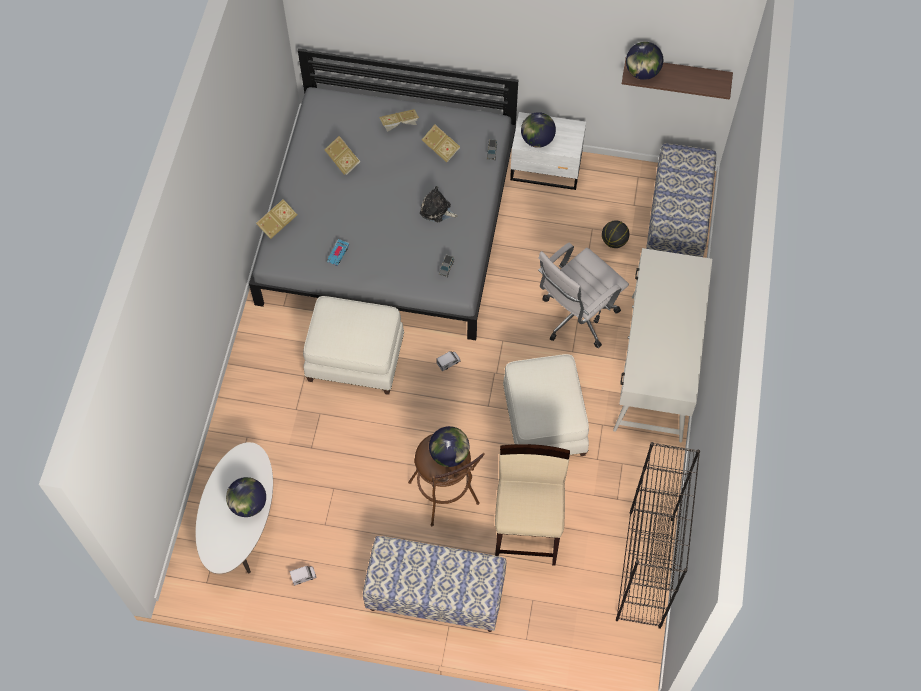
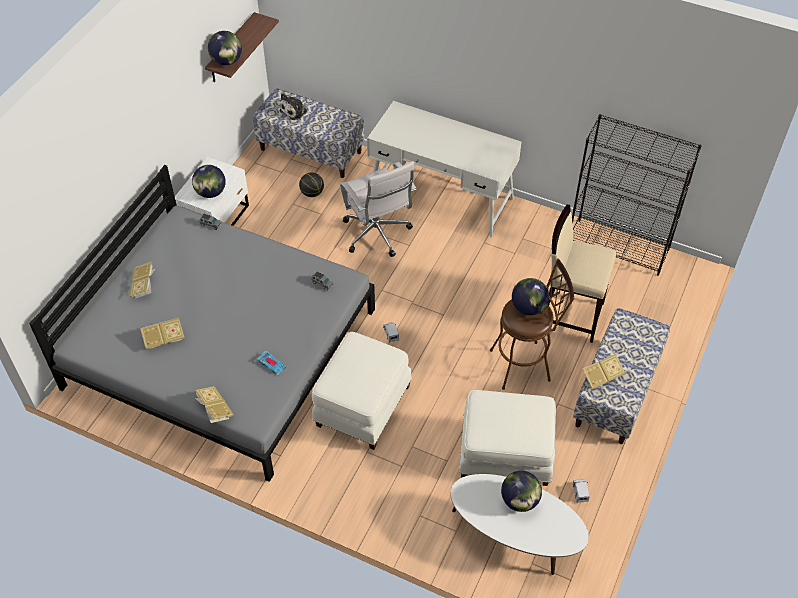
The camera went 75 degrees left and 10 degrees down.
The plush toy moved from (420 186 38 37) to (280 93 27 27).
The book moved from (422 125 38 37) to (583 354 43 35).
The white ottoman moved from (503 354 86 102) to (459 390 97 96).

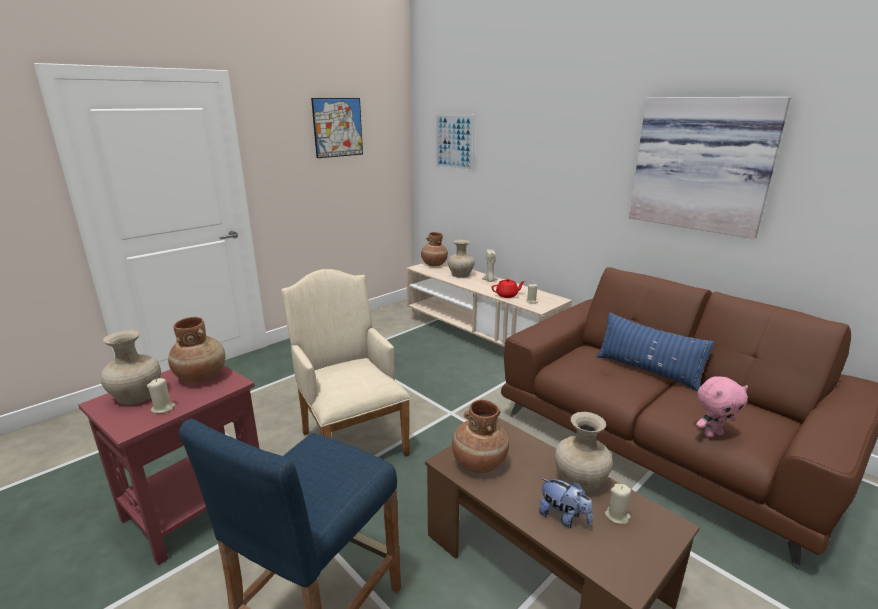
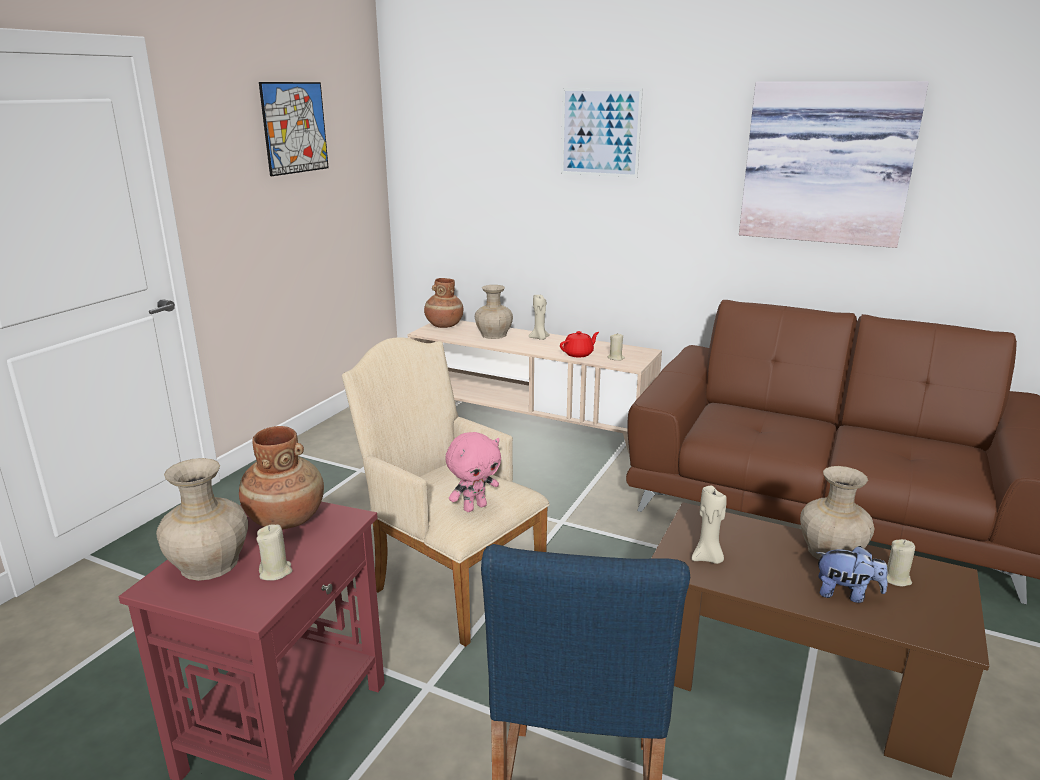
The camera went 20 degrees left and 0 degrees up.
The picture moved from (436 114 39 58) to (561 88 82 90).
The brown vase at (452 400 57 73) was replaced by the beige candle at (692 486 35 78).
The blue pillow at (597 312 117 79) disappeared.
The pink plush toy moved from (696 376 52 61) to (445 432 56 80).

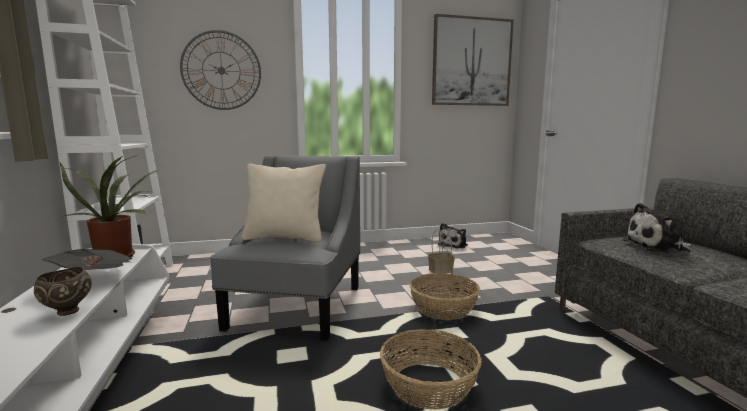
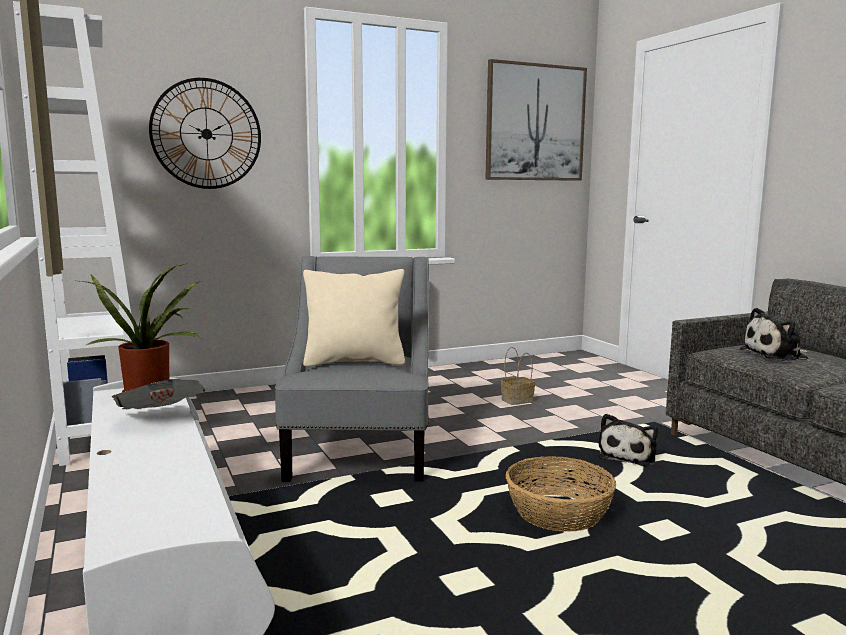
The camera went 10 degrees left and 0 degrees up.
The brown bowl at (34 267 58 49) disappeared.
The basket at (409 273 71 47) disappeared.
The plush toy moved from (438 223 30 25) to (598 414 60 52).

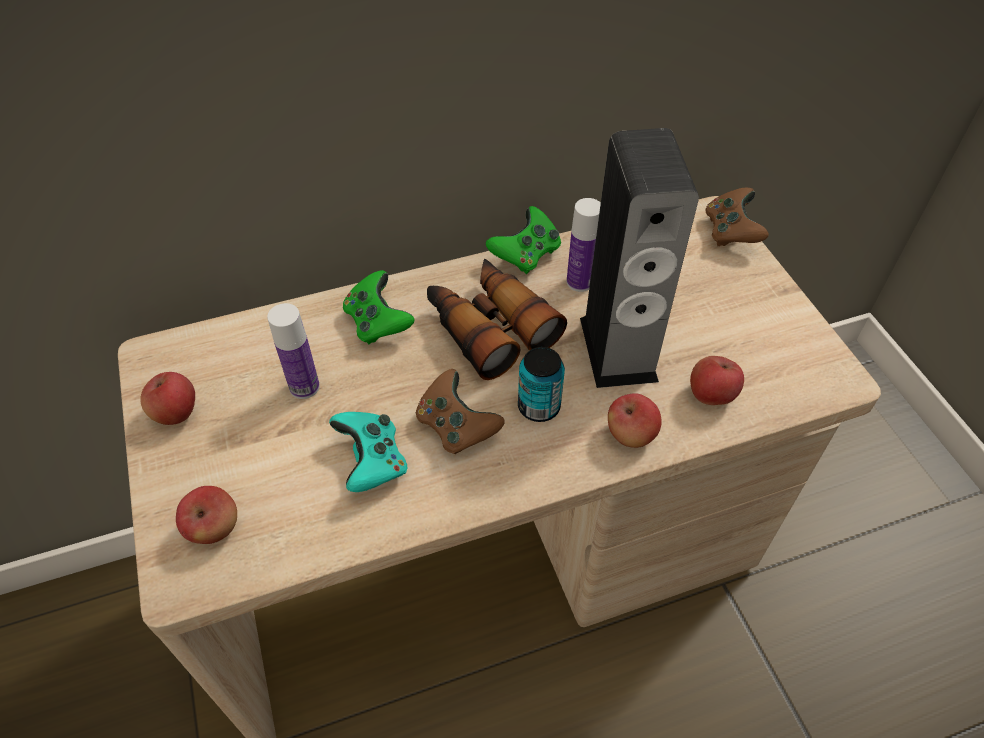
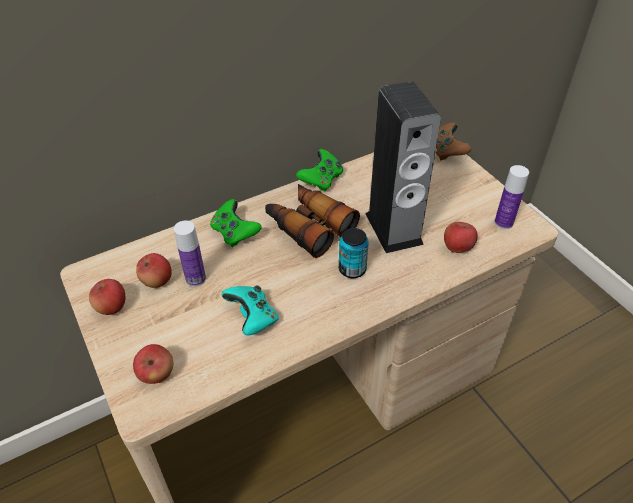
The camera went 10 degrees left and 5 degrees down.
The brown game controller at (416 369 89 85) disappeared.
The bottle moved from (567 198 34 94) to (495 165 34 64).
The apple moved from (608 393 54 55) to (136 253 36 35).

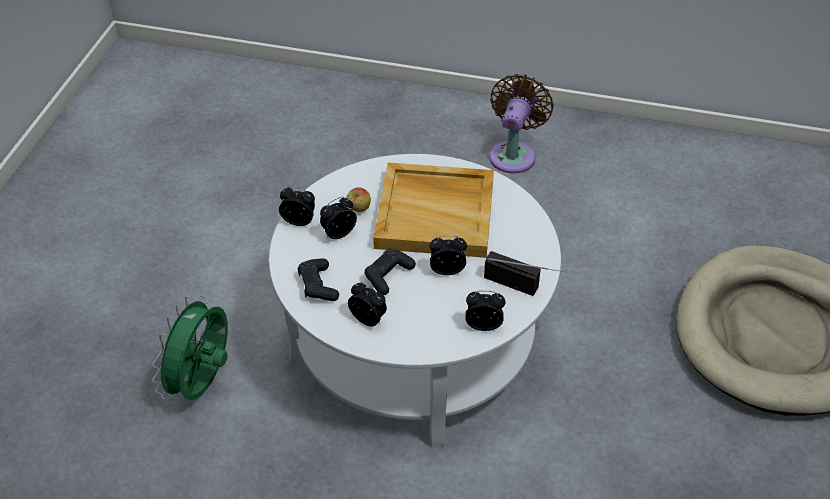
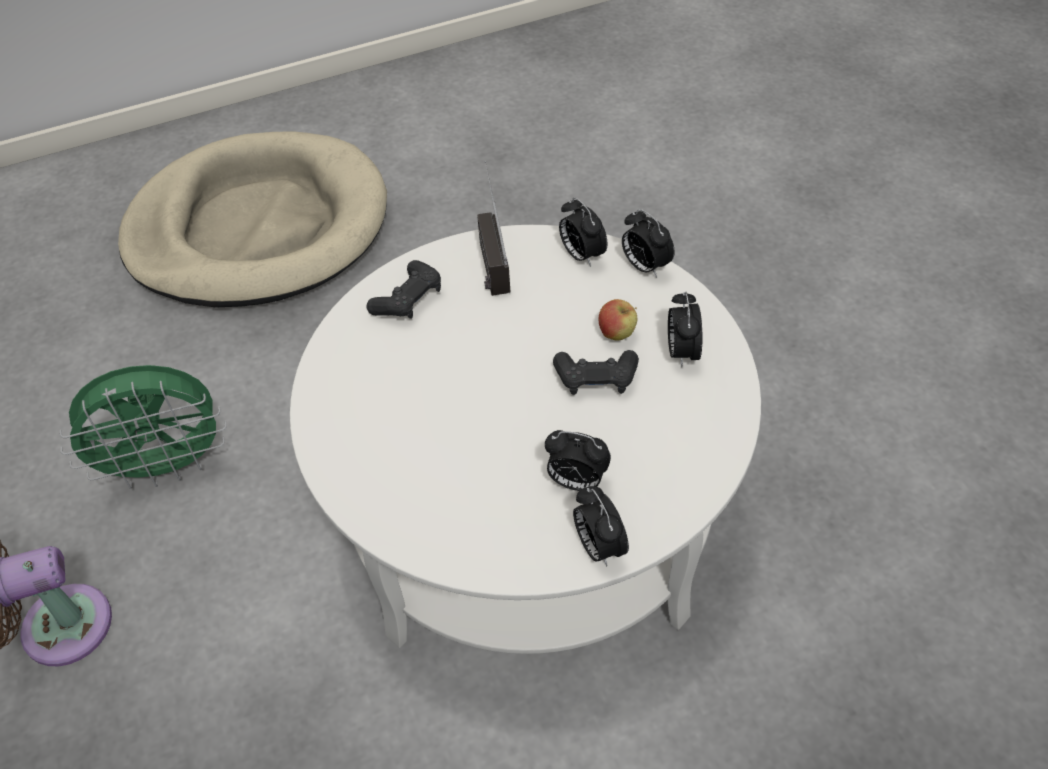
The camera went 125 degrees left and 5 degrees up.
The green fan moved from (152 295 76 105) to (60 365 167 124).
The black game controller moved from (298 258 41 43) to (366 260 75 59).
The apple moved from (346 187 25 25) to (599 299 38 42).
The beige tray at (373 163 121 95) disappeared.
The alarm clock moved from (430 235 37 40) to (622 209 53 69).

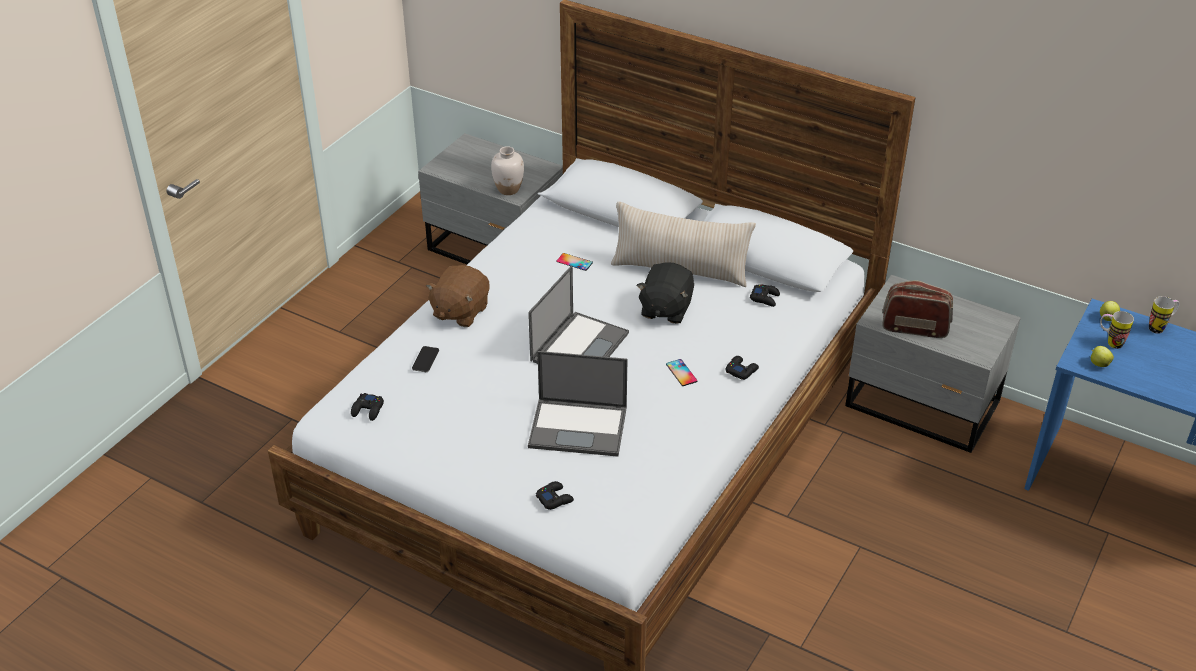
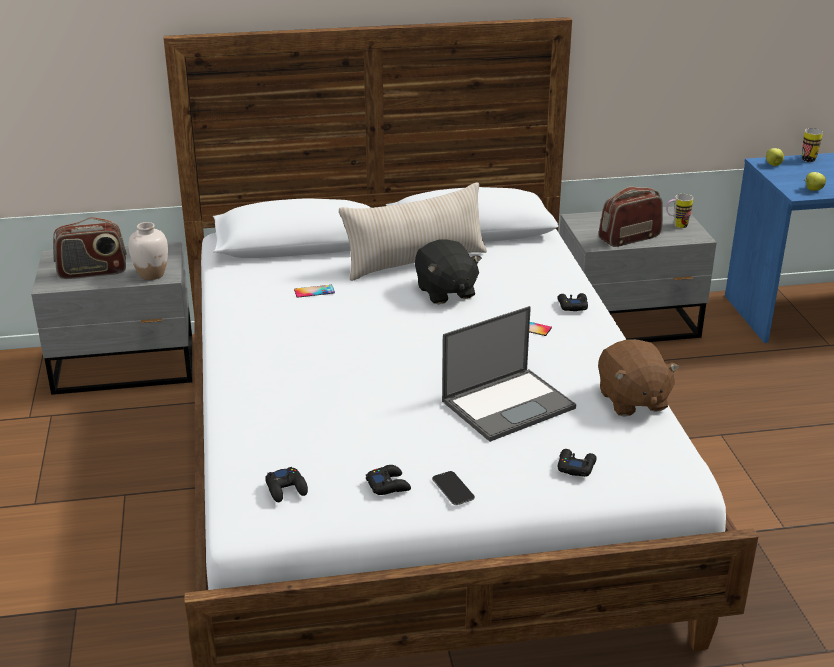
The camera went 40 degrees left and 10 degrees down.
The phone moved from (412 346 27 26) to (432 471 43 34).
The brown plush toy moved from (426 265 64 62) to (598 339 82 77).
The laptop at (528 265 101 99) disappeared.
The black game controller moved from (750 284 30 23) to (366 465 45 30).
The mug moved from (1100 311 34 38) to (666 194 27 34).
The radio at (53 217 74 62) appeared.

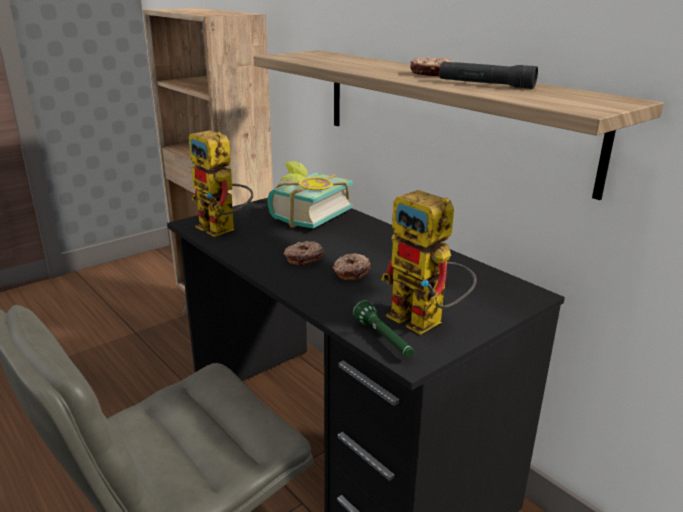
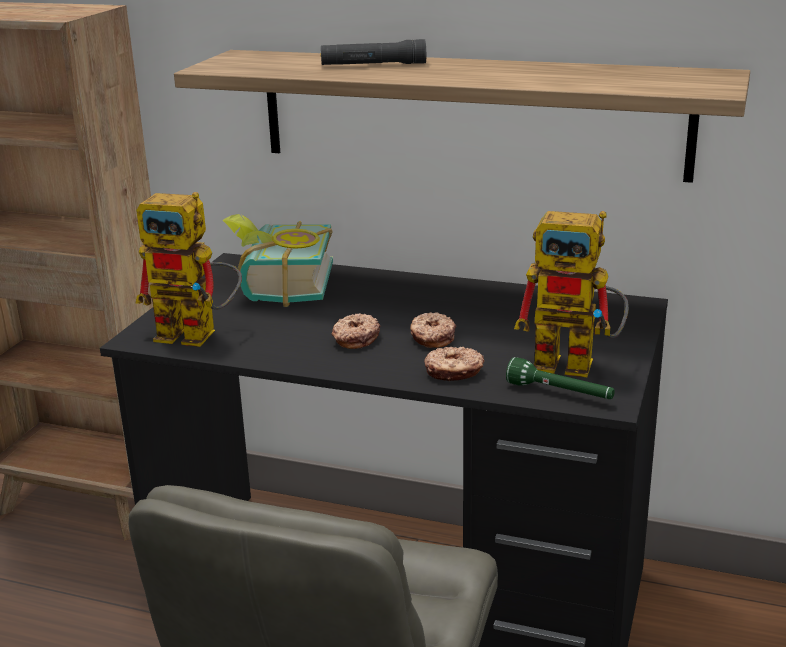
The camera went 30 degrees left and 0 degrees up.
The donut moved from (410 57 43 19) to (424 347 60 34).
The black flashlight moved from (439 62 99 27) to (320 39 106 26).

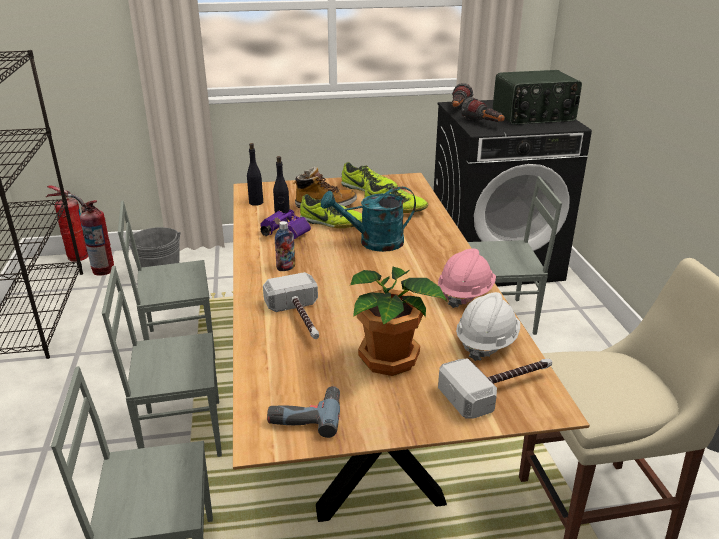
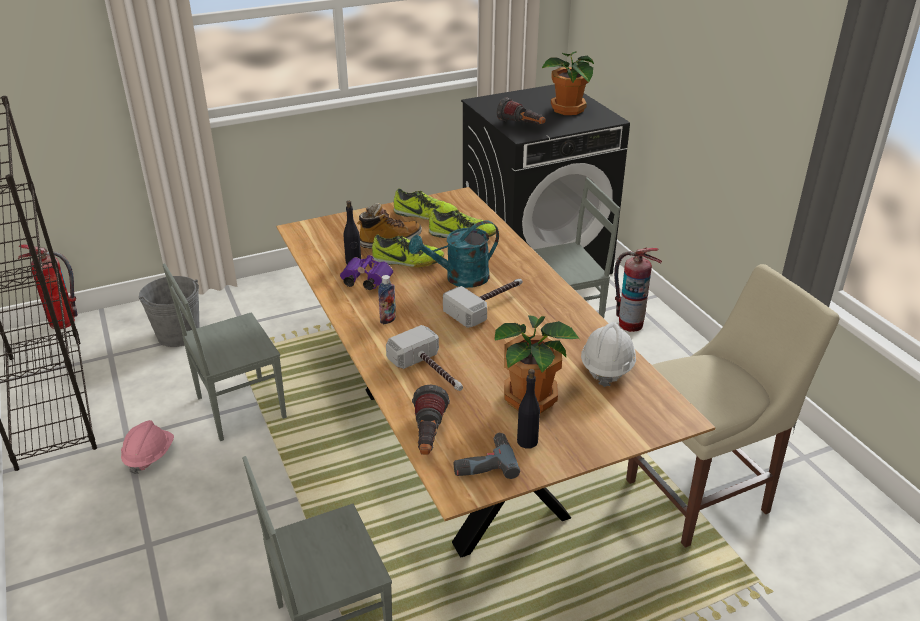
The camera went 15 degrees left and 5 degrees up.
The fire extinguisher moved from (80 200 34 76) to (614 247 48 85).
The grey chair at (102 266 120 191) disappeared.
The black bottle moved from (247 143 16 63) to (517 369 23 80).
The pink hard hat moved from (438 249 58 59) to (121 420 53 54).
The hammer moved from (438 359 114 60) to (443 278 80 50).
The flashlight moved from (452 83 21 24) to (412 385 38 70).
The radio at (493 70 89 55) was replaced by the potted plant at (542 51 52 64).

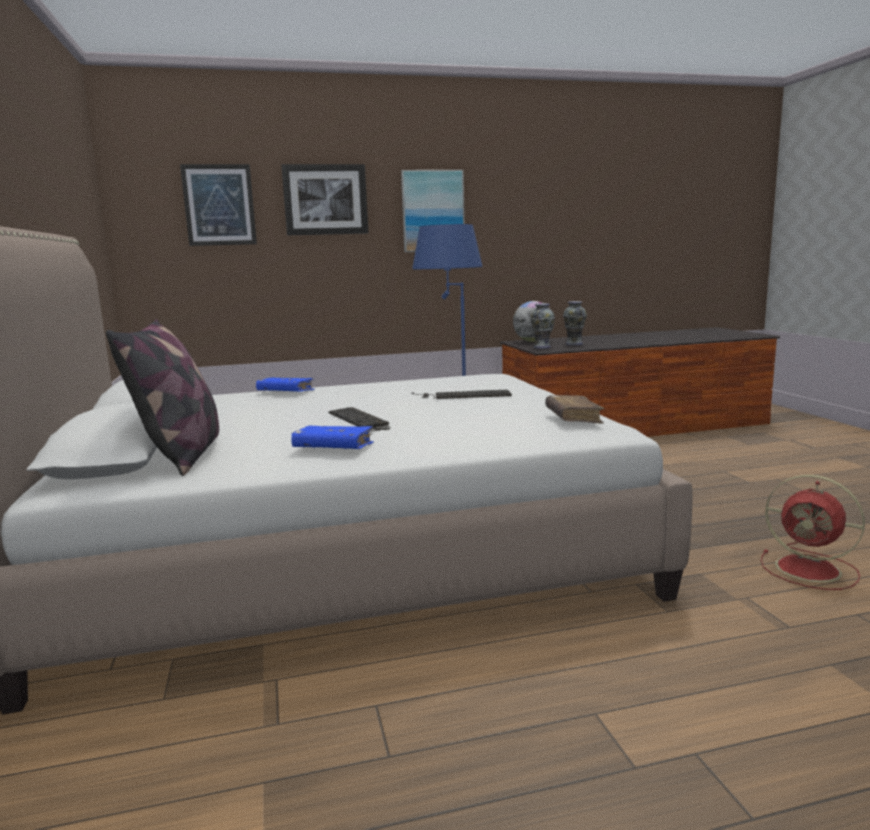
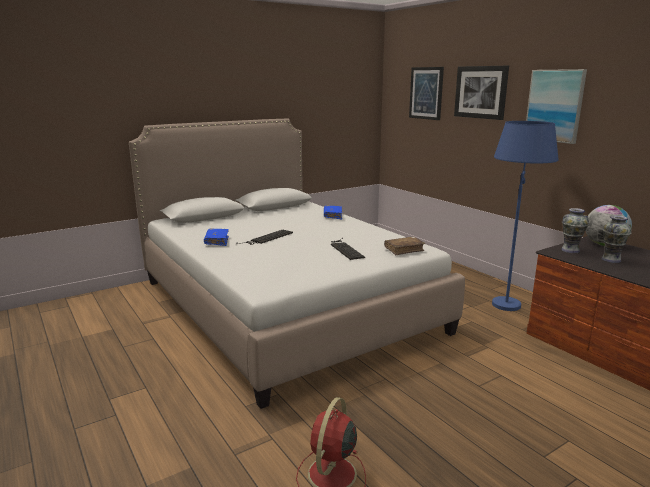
The camera went 70 degrees right and 5 degrees up.
The pillow at (106 319 113 157) disappeared.
The brown book moved from (545 395 60 29) to (384 236 41 19).

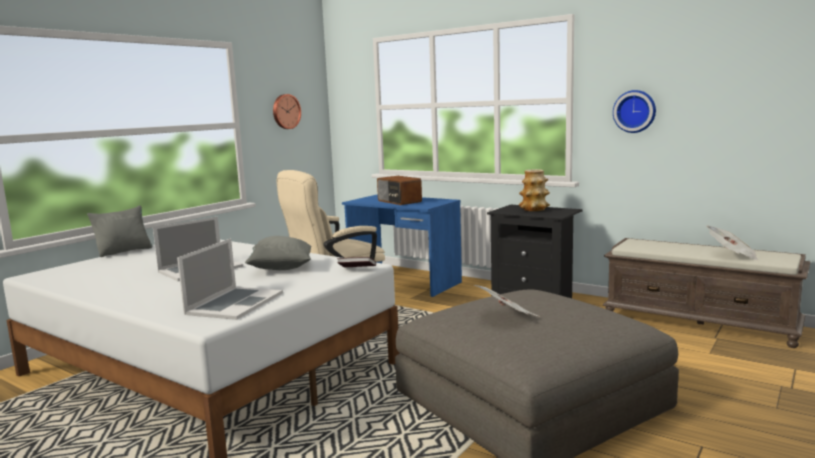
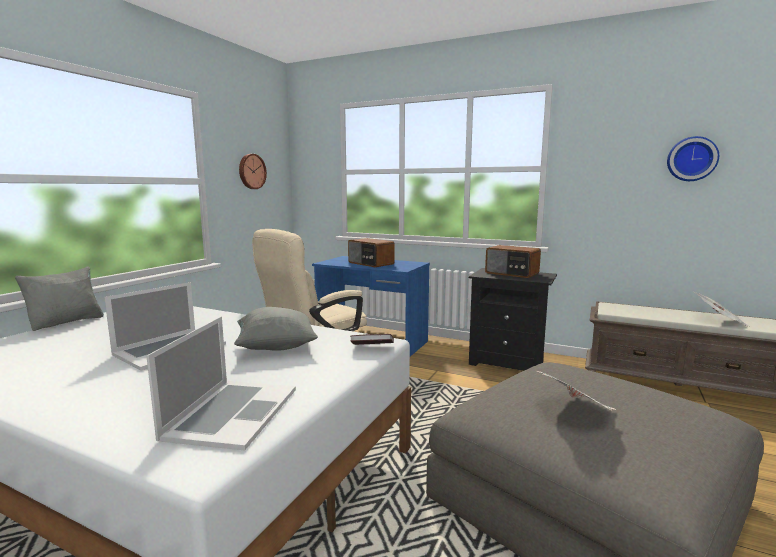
The camera went 10 degrees left and 0 degrees up.
The vase at (519 169 31 42) was replaced by the radio at (485 245 56 33).
The wall clock moved from (613 90 43 43) to (667 136 52 45).

